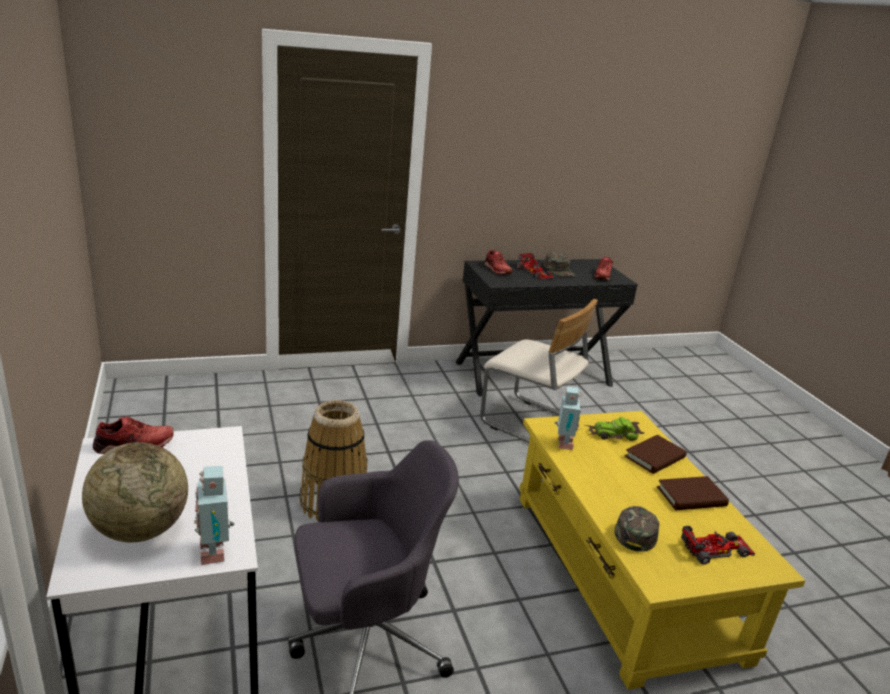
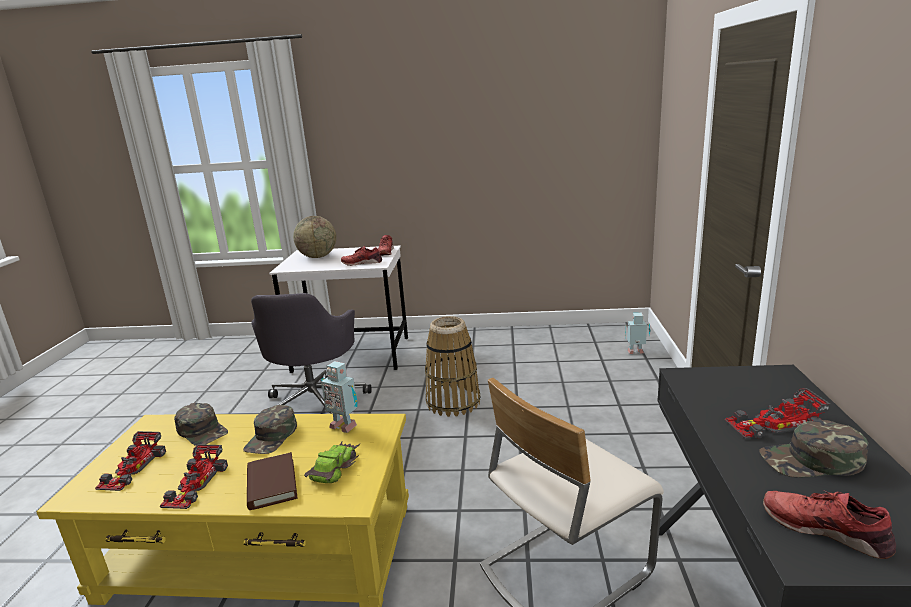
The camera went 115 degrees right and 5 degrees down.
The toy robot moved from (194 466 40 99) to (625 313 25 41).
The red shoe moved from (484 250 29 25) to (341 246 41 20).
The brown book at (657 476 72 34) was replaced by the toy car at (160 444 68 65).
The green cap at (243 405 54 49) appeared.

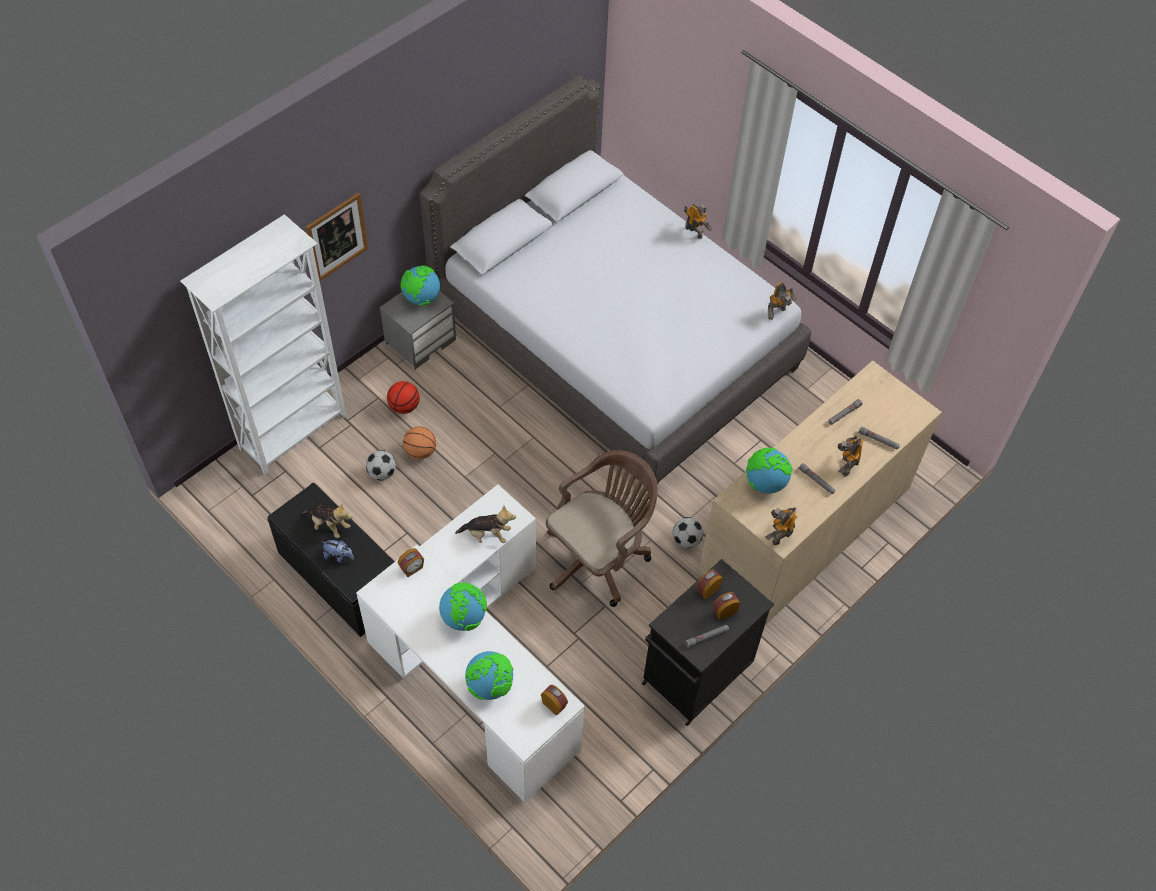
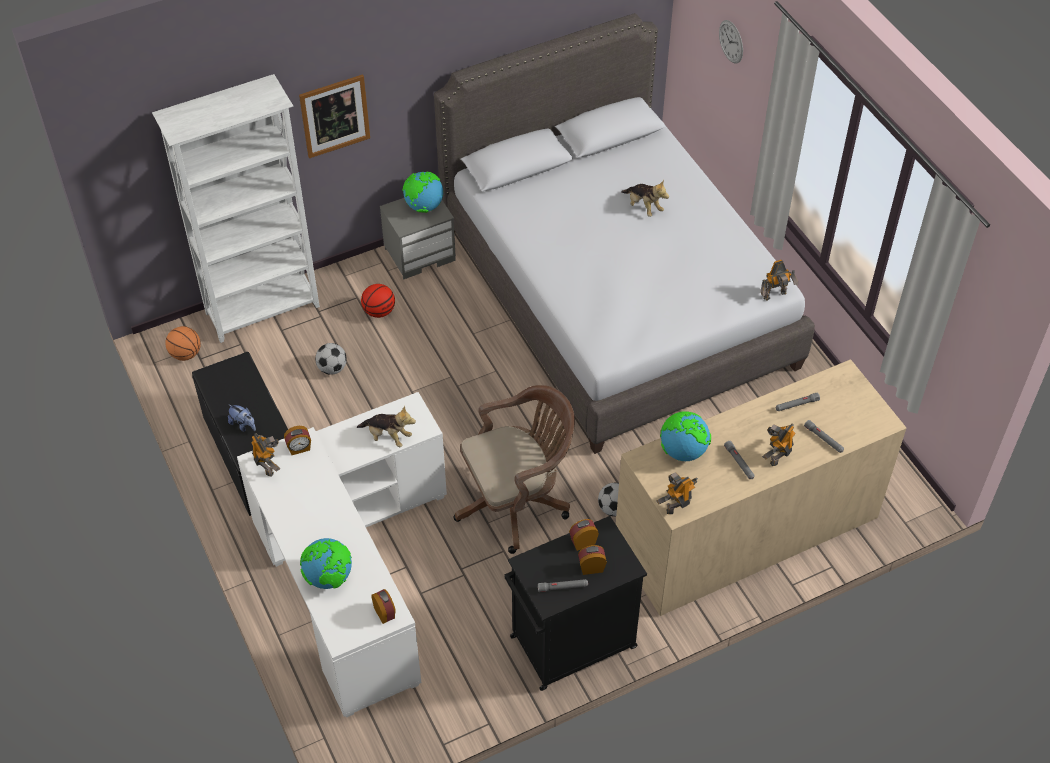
The camera went 20 degrees right and 5 degrees down.
The plush toy moved from (302 503 50 35) to (621 180 48 37).
The basketball moved from (403 427 33 32) to (165 326 36 35).
The globe at (439 583 48 48) disappeared.
The toy robot moved from (684 204 29 35) to (251 433 29 44).
The wall clock at (719 20 24 43) appeared.

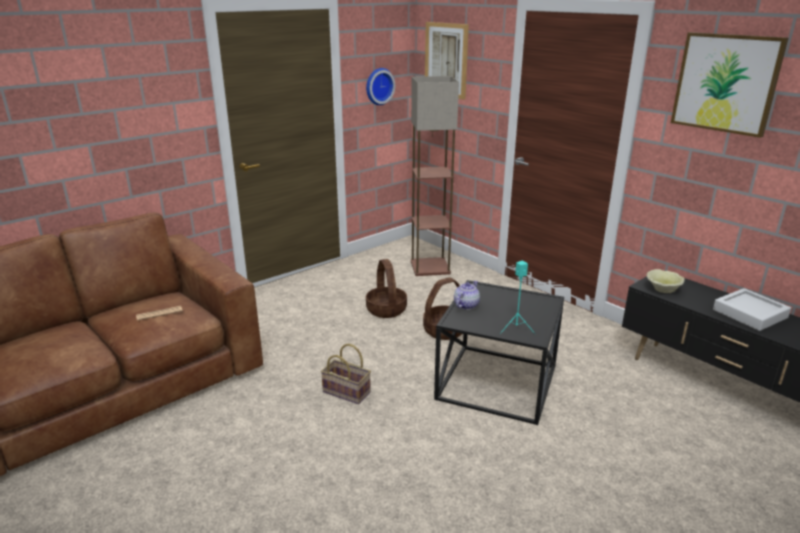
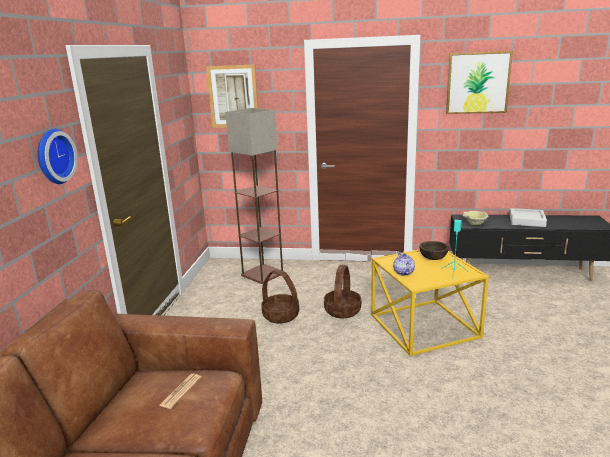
The camera went 40 degrees left and 5 degrees down.
The basket at (321 344 50 60) disappeared.
The wall clock moved from (366 68 29 37) to (37 129 41 55).
The black side table at (434 280 130 145) became the yellow side table at (371 250 118 106).
The brown bowl at (419 241 30 19) appeared.

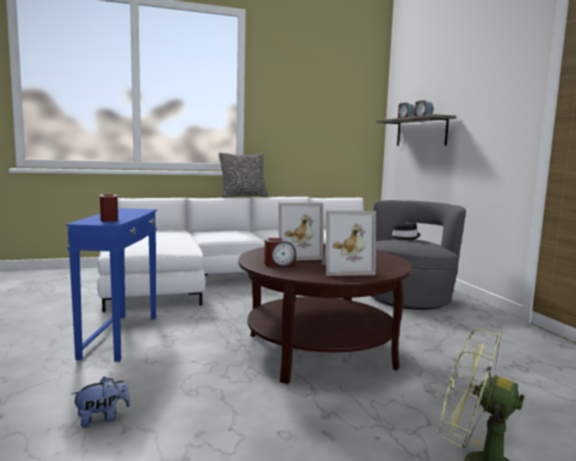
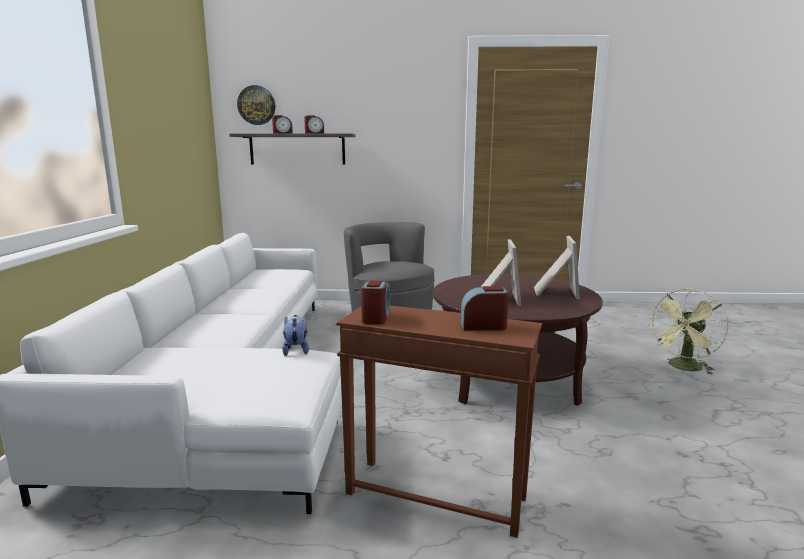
The camera went 70 degrees left and 5 degrees up.
The blue side table at (66 208 91 154) became the brown side table at (336 306 206 232).
The plush toy moved from (72 376 58 52) to (282 315 27 41).
The pillow at (219 153 49 45) disappeared.
The alarm clock moved from (264 238 32 29) to (361 281 29 43).
The black hat at (388 222 33 18) disappeared.
The wall clock at (237 85 38 40) appeared.

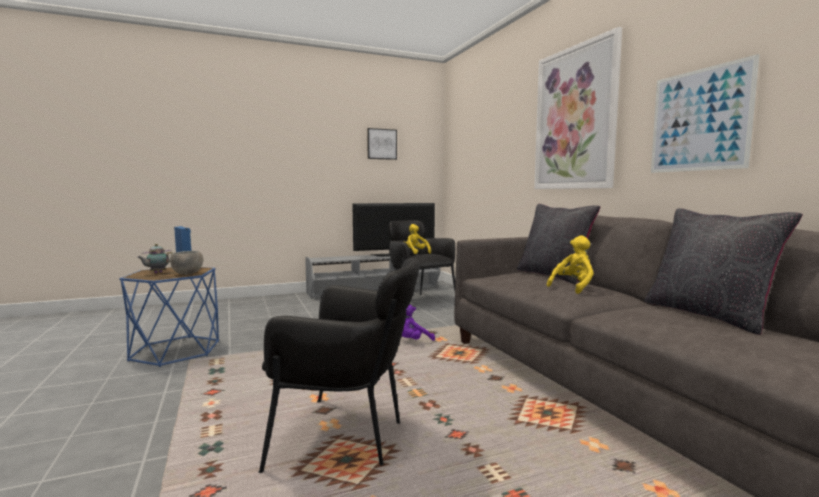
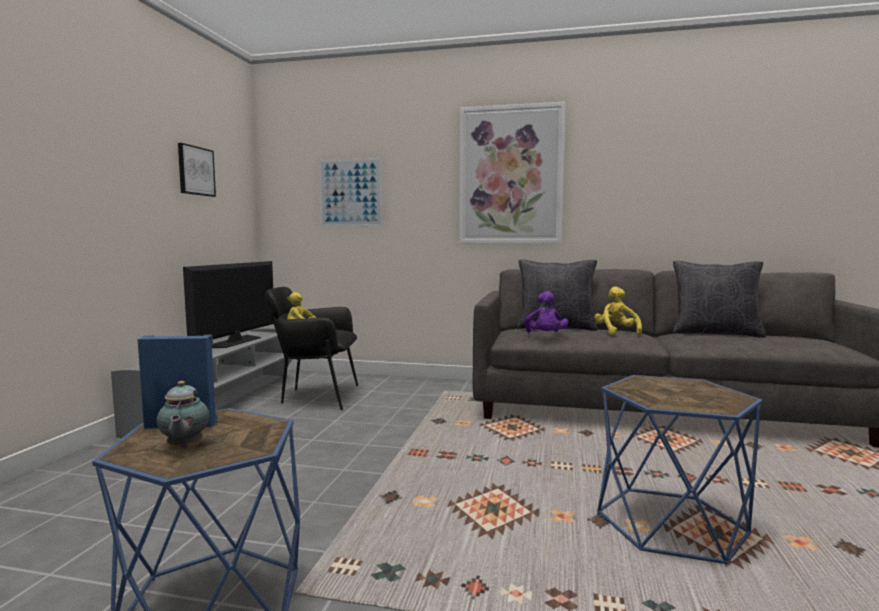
The camera went 55 degrees left and 0 degrees up.
The grey bowl at (170 251 33 24) disappeared.
The black armchair at (259 258 161 215) was replaced by the blue side table at (597 375 166 189).
The purple plush toy moved from (402 304 33 37) to (525 291 44 42).
The picture moved from (651 54 109 119) to (319 158 64 69).

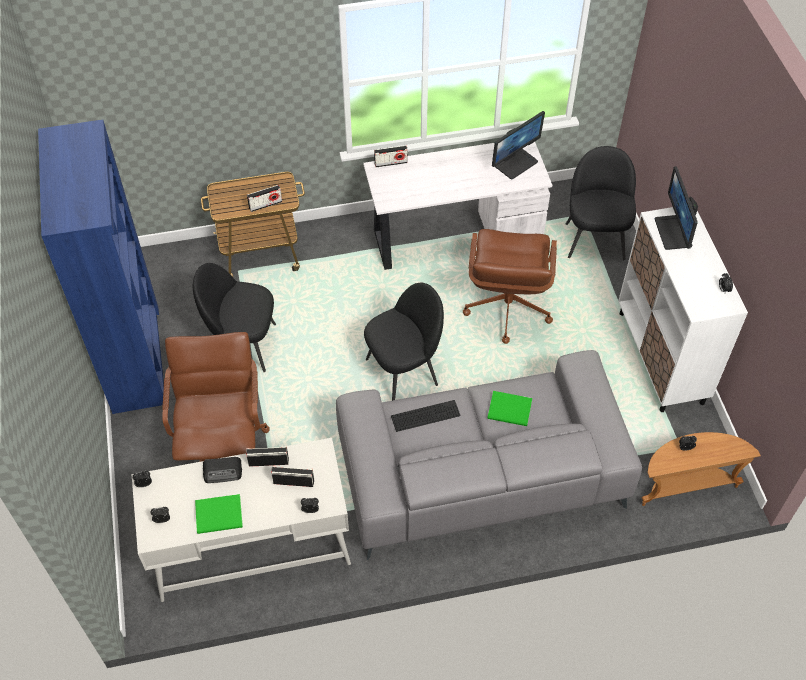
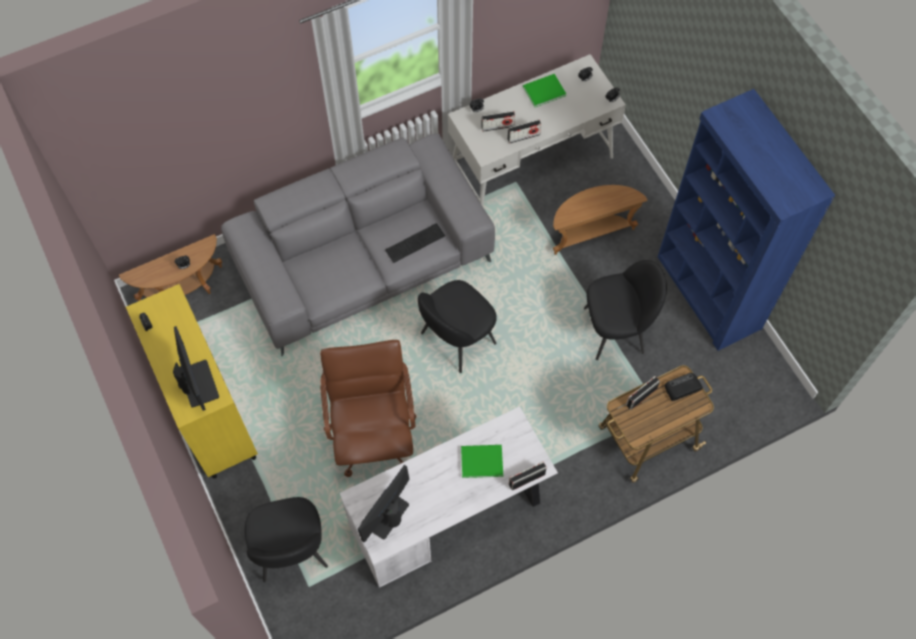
The camera went 165 degrees right and 10 degrees up.
The brown office chair at (162 332 108 130) was replaced by the brown side table at (553 185 95 70).
The radio moved from (203 457 39 26) to (665 373 38 28).
The green book moved from (487 391 45 35) to (461 445 42 33).
The white cabinet at (618 207 130 205) became the yellow cabinet at (126 284 132 195).

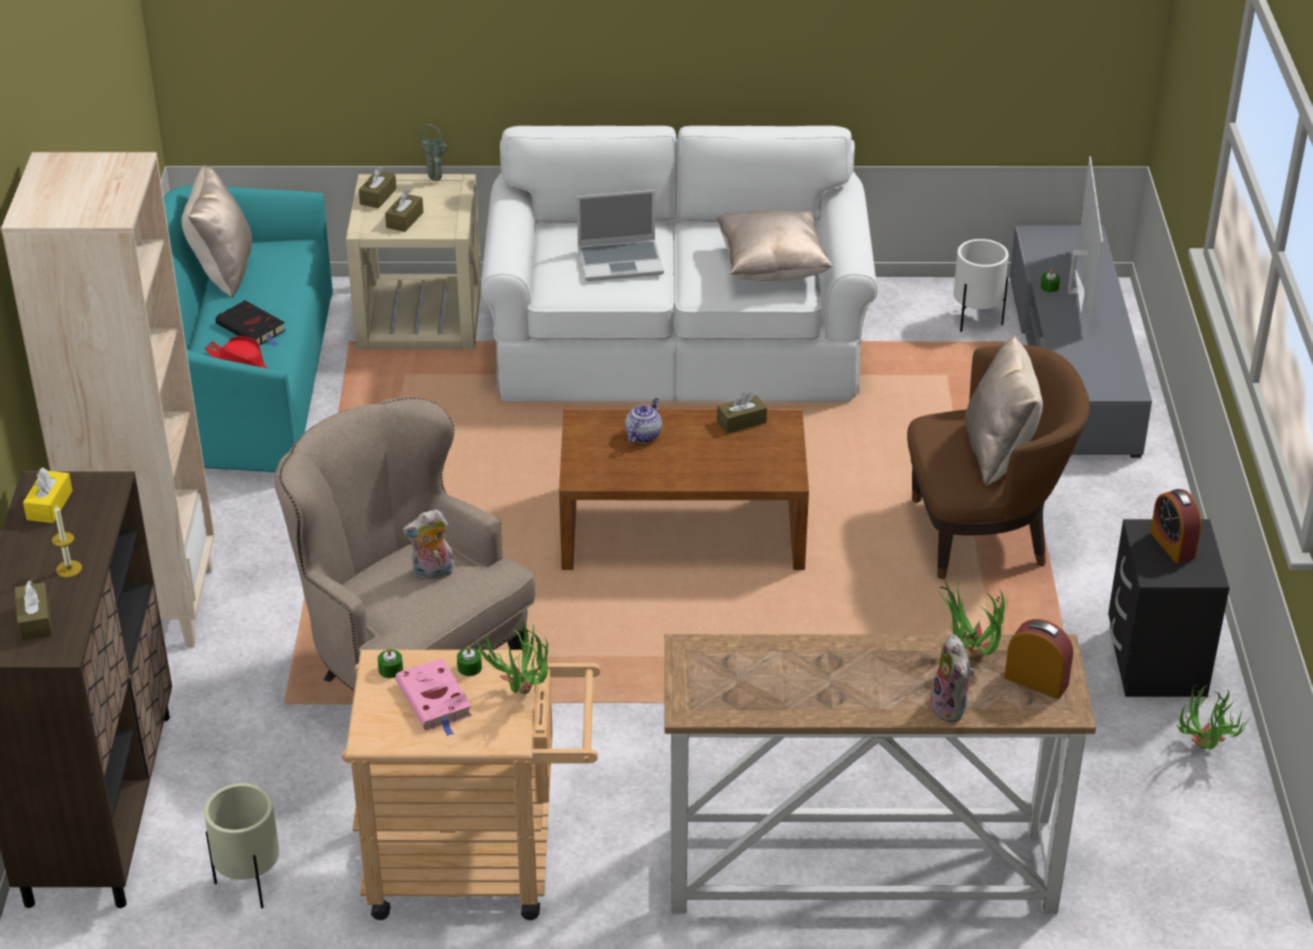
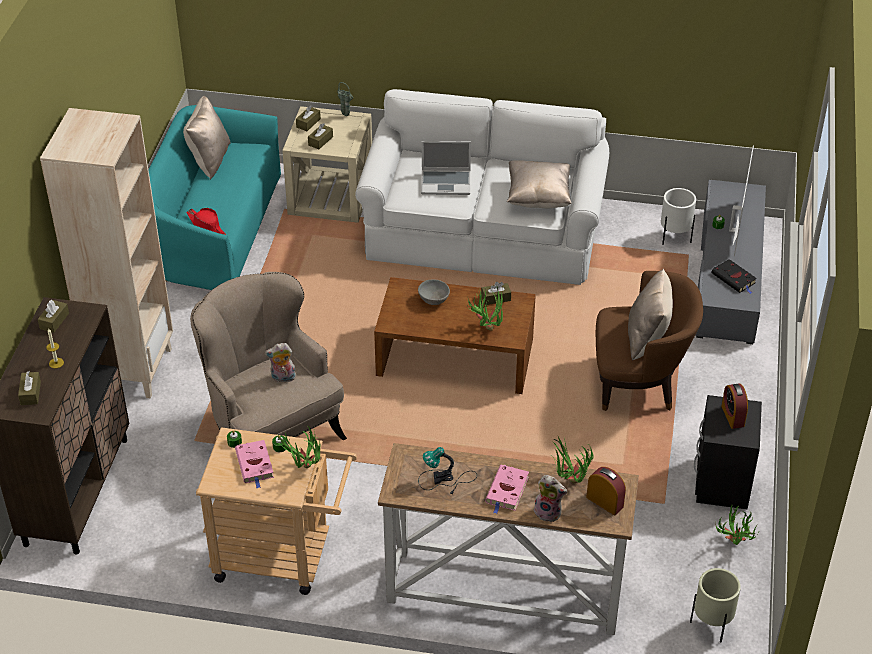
The camera went 10 degrees right and 5 degrees up.
The yellow tissue box at (23 468 50 55) became the brown tissue box at (38 300 31 33).
The beige planter moved from (204 783 75 125) to (690 568 51 75).
The black book moved from (215 300 71 46) to (711 259 46 35).
The teapot at (625 398 37 45) was replaced by the grey bowl at (418 279 32 26).
The plush toy at (930 634 44 88) turned 60 degrees counterclockwise.
The table lamp at (418 447 59 48) appeared.
The potted plant at (466 286 37 45) appeared.
The pink book at (485 465 44 49) appeared.

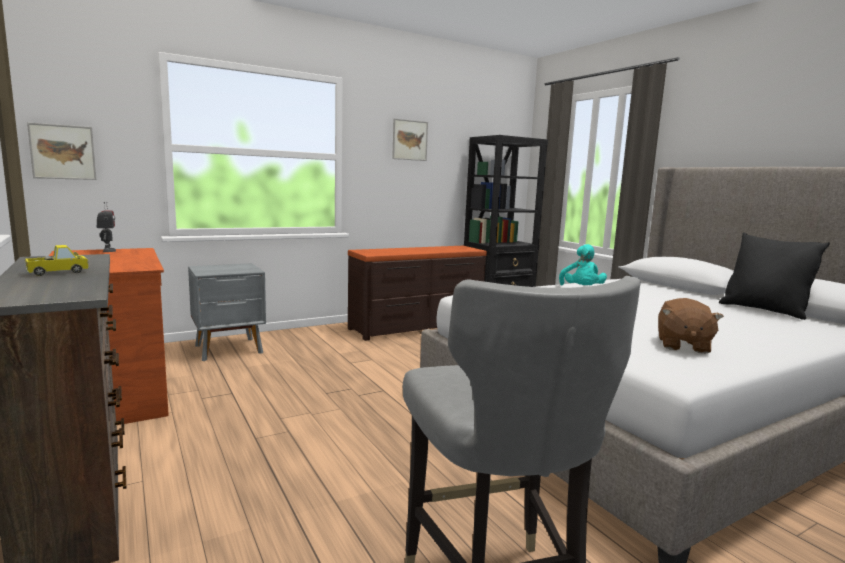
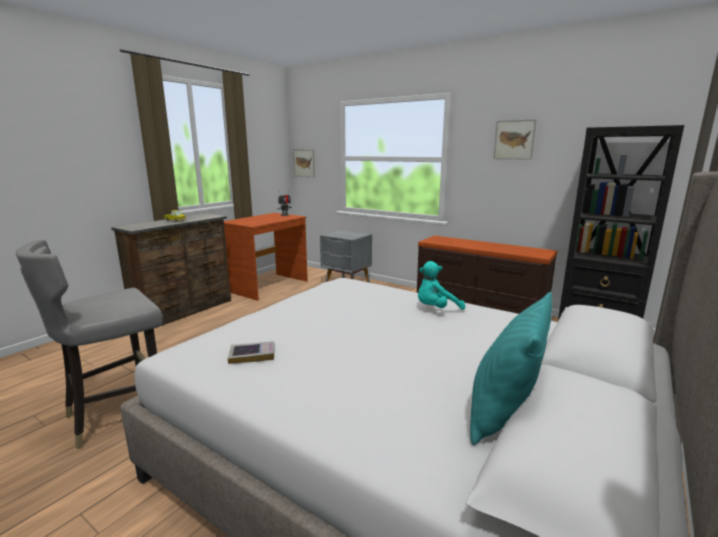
The camera went 65 degrees right and 5 degrees up.
The brown plush toy at (658 298 66 56) was replaced by the book at (228 341 47 23).
The black pillow at (719 233 111 87) became the turquoise pillow at (470 292 82 153).

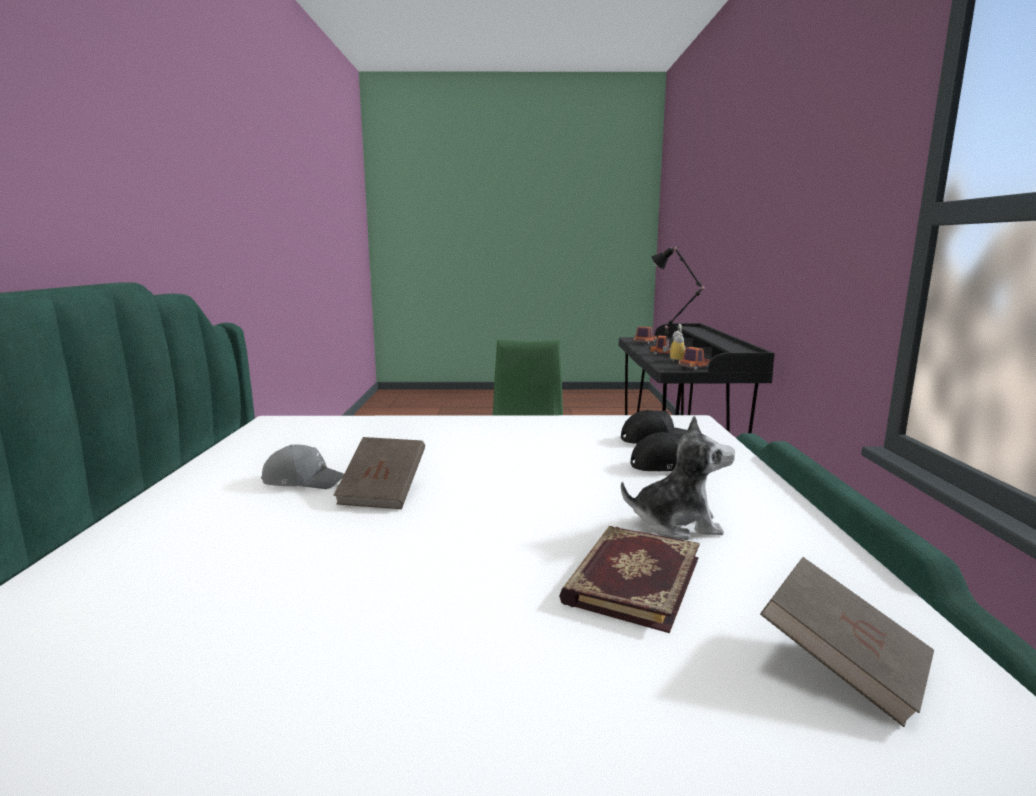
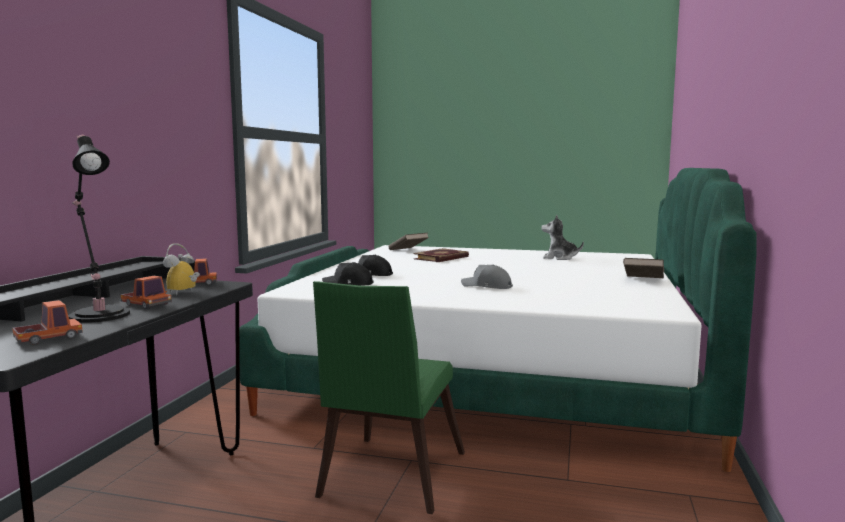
The camera went 165 degrees left and 5 degrees down.
The grey cap moved from (261 444 83 45) to (461 264 52 25).
The brown book moved from (334 437 91 72) to (623 258 41 20).
The plush toy moved from (621 416 114 124) to (541 215 43 45).

